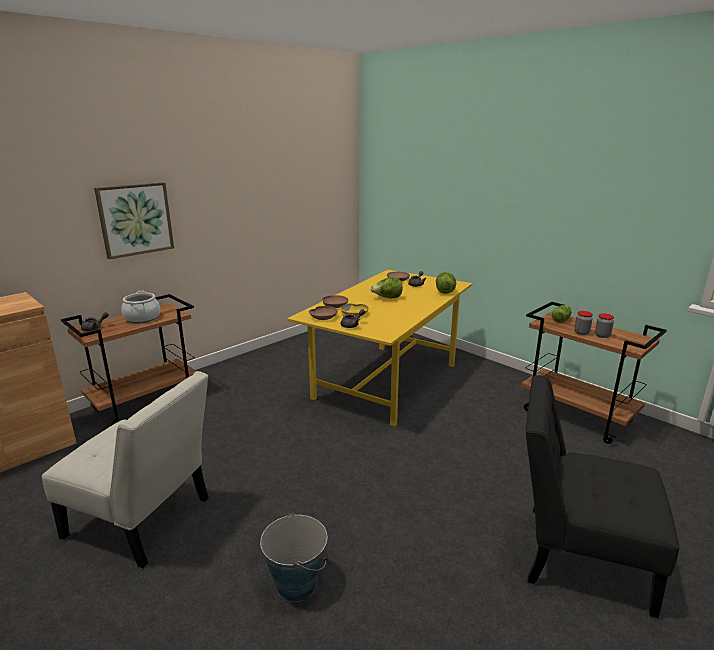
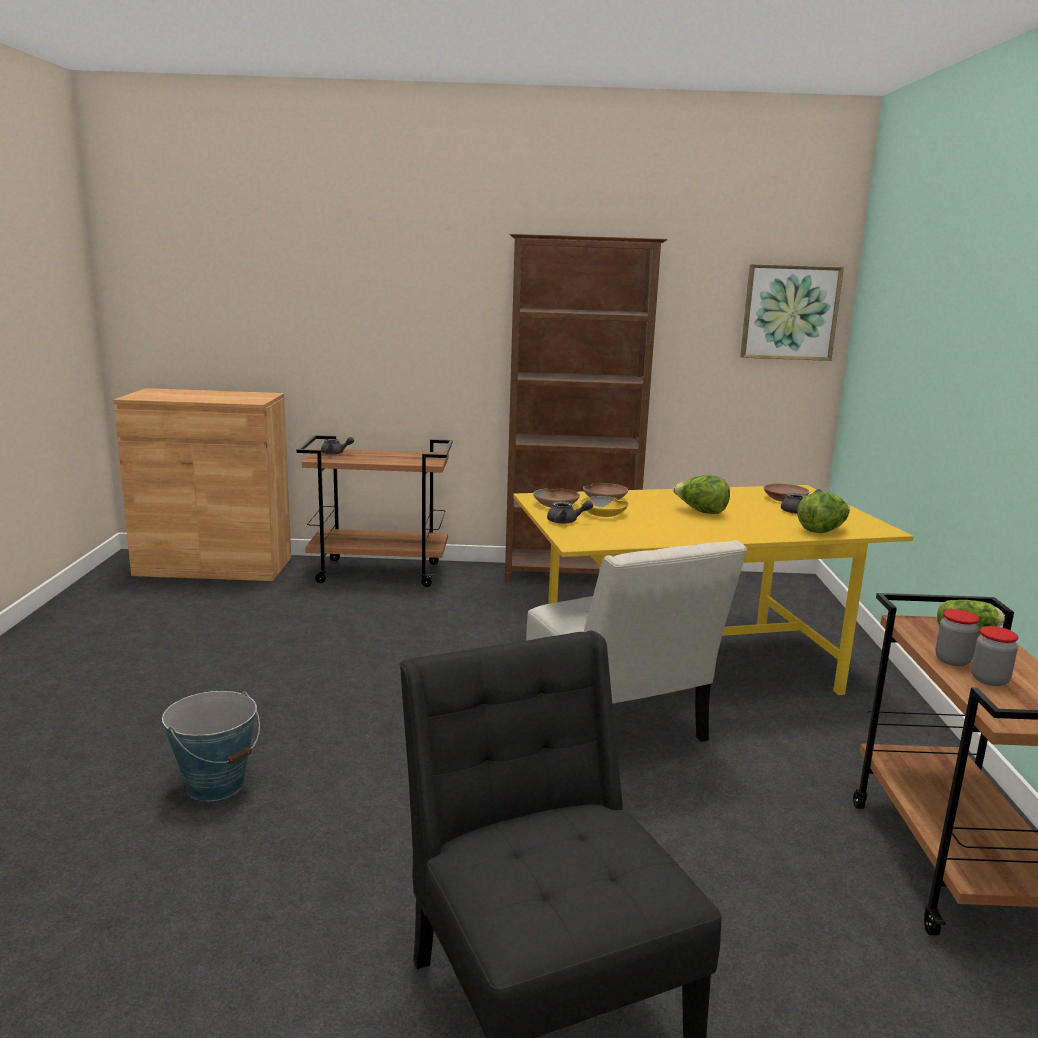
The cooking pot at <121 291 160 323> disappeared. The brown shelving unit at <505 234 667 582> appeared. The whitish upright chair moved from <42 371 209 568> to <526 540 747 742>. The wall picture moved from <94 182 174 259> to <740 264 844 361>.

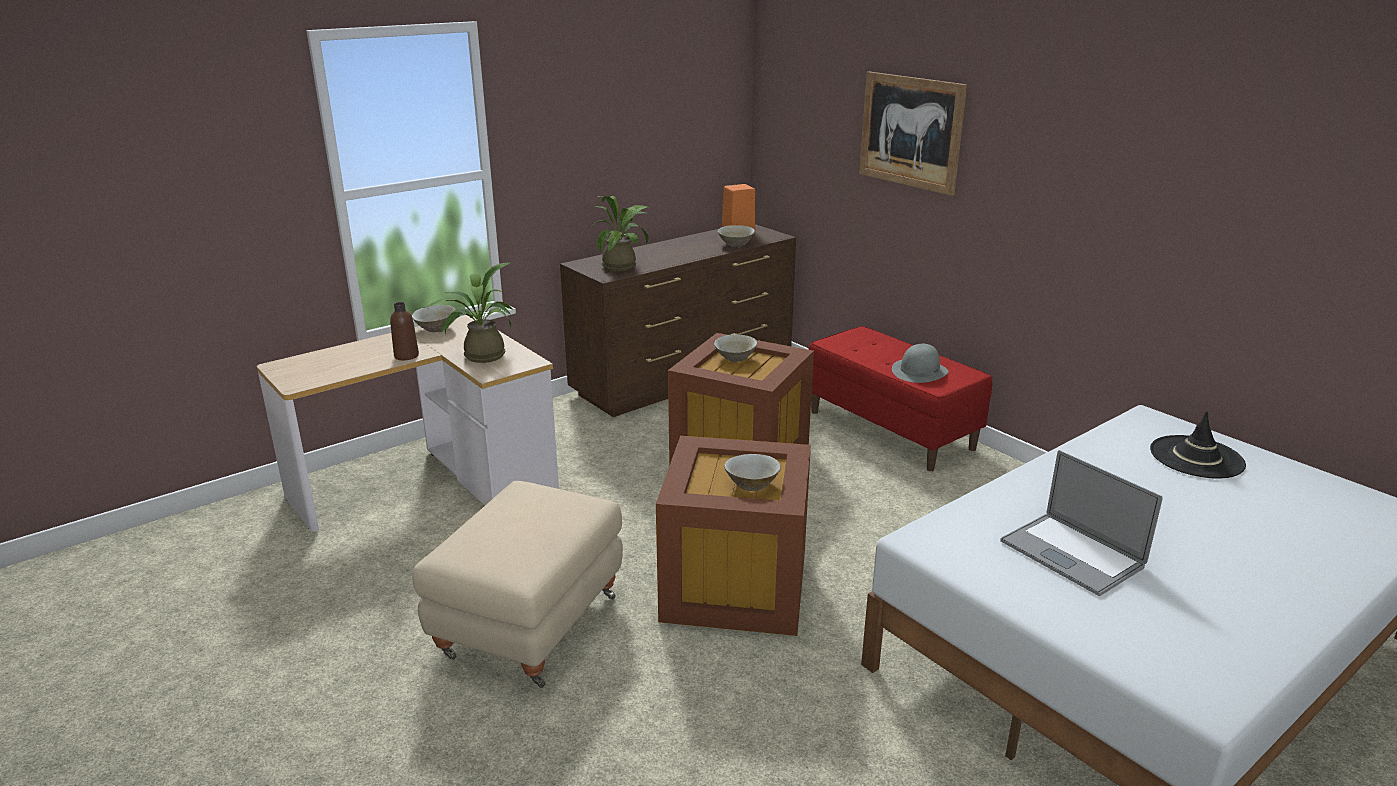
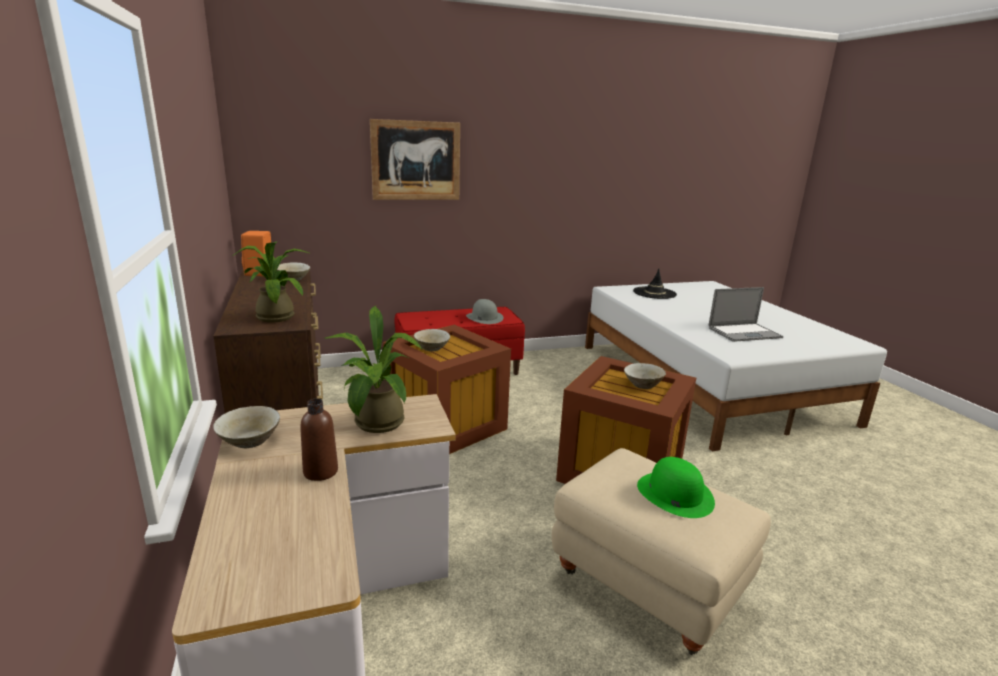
The green clothing hat at <637 457 715 518> appeared.

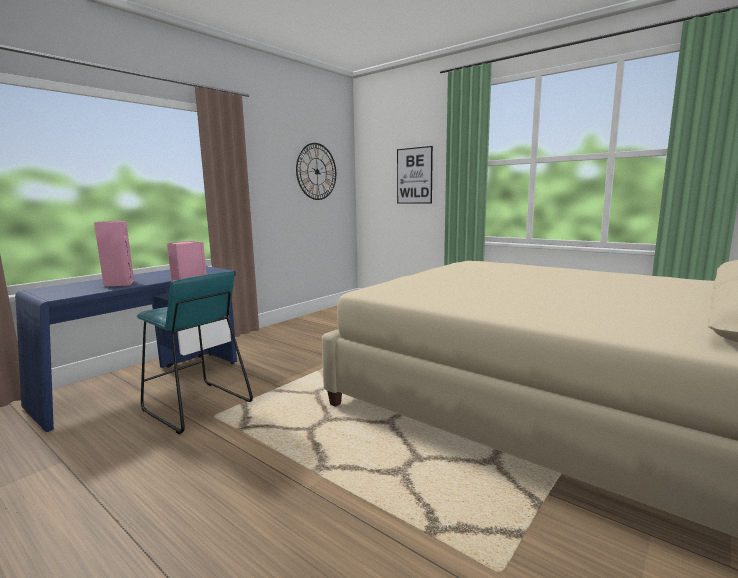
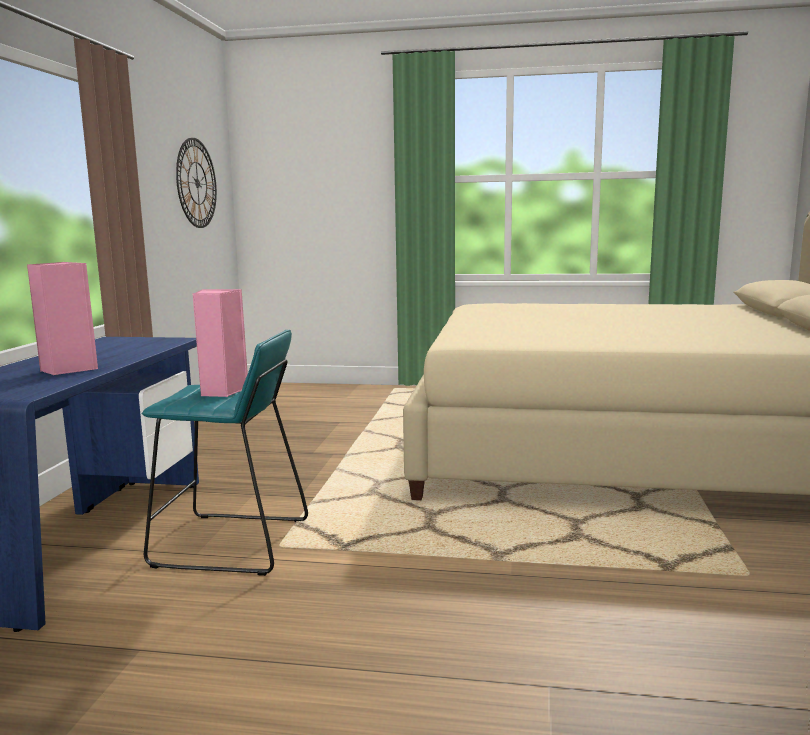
The wall picture at <397 146 433 204> disappeared.

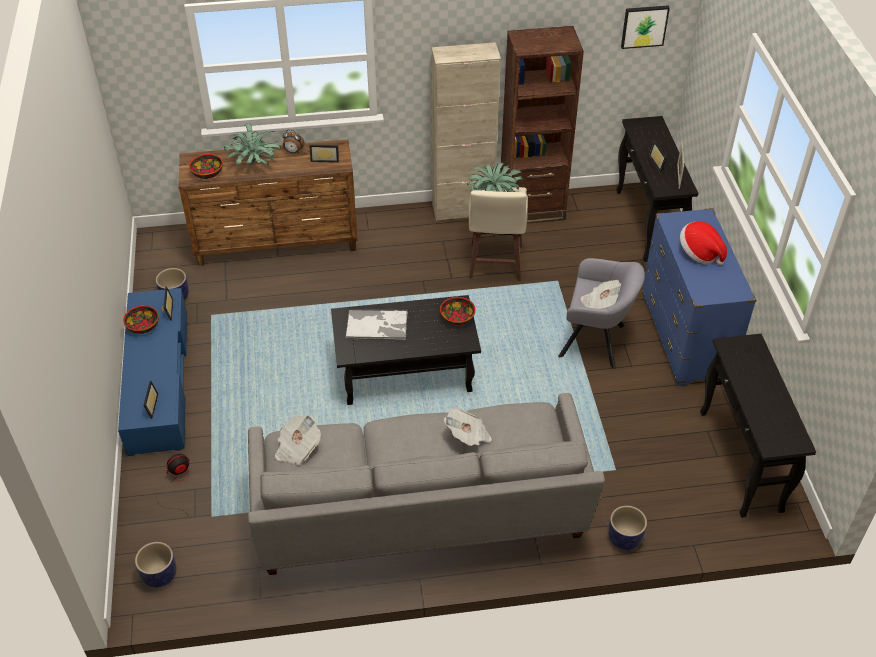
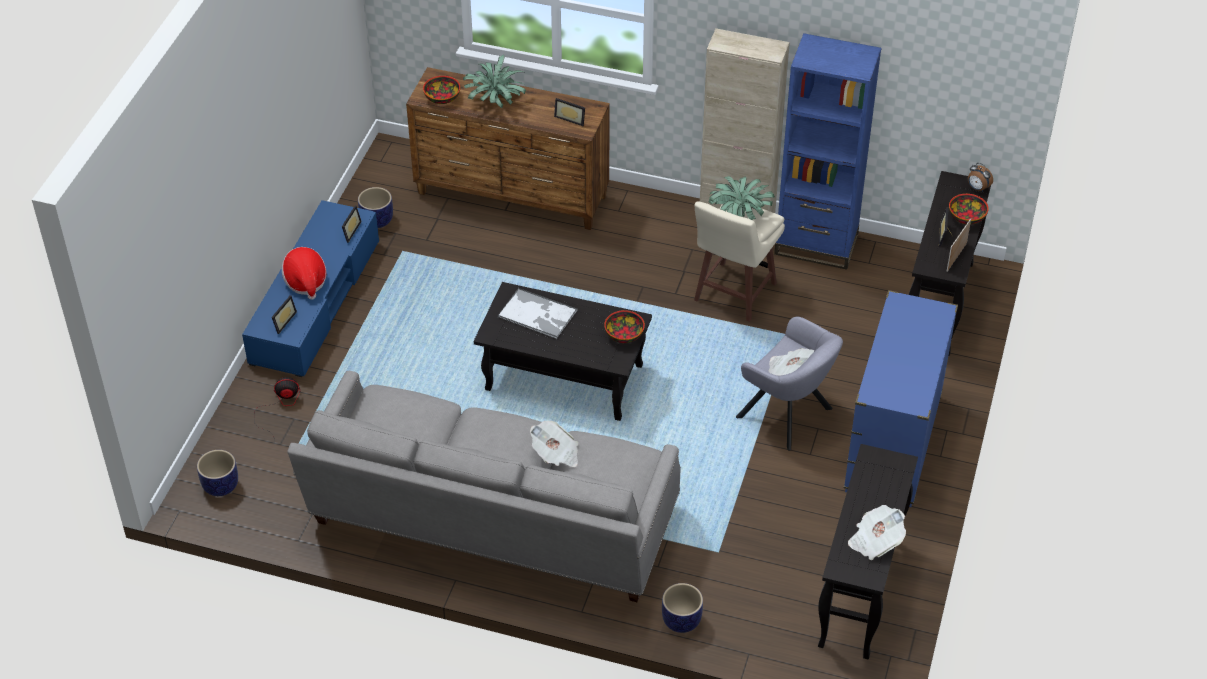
The wall picture at <621 6 670 49> disappeared. The bowl moved from <123 305 159 334> to <949 194 989 225>. The newspaper moved from <275 415 321 465> to <848 505 906 560>. The table clock moved from <282 129 305 153> to <968 163 993 192>. The clothing hat moved from <680 221 727 265> to <282 247 326 300>. The brown shelving unit at <500 26 584 223> became the blue-coloured shelving unit at <774 33 881 270>.

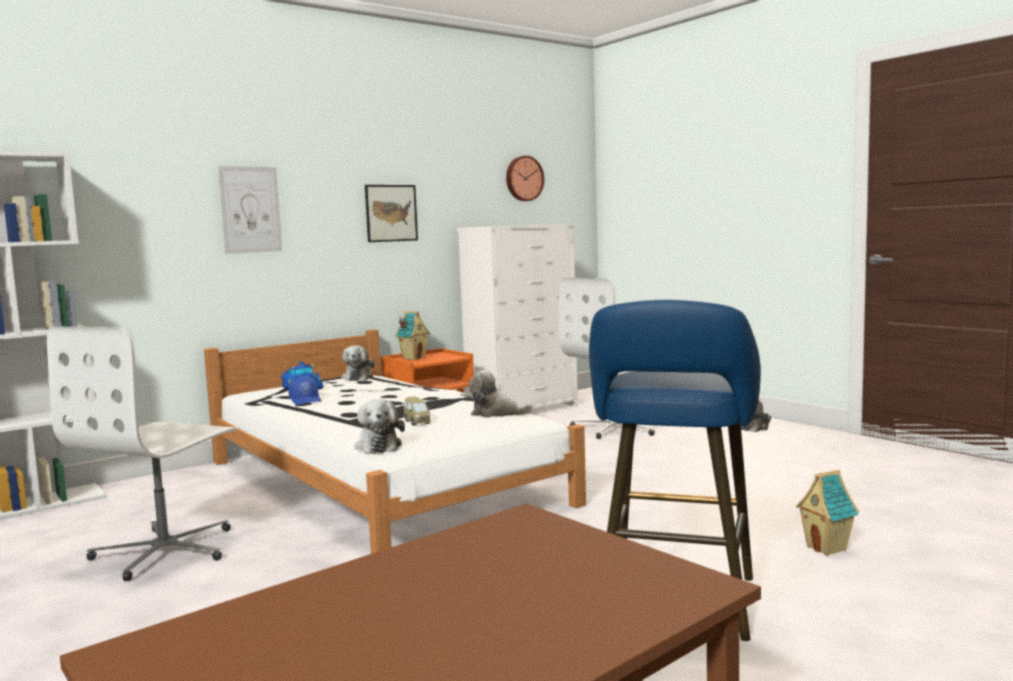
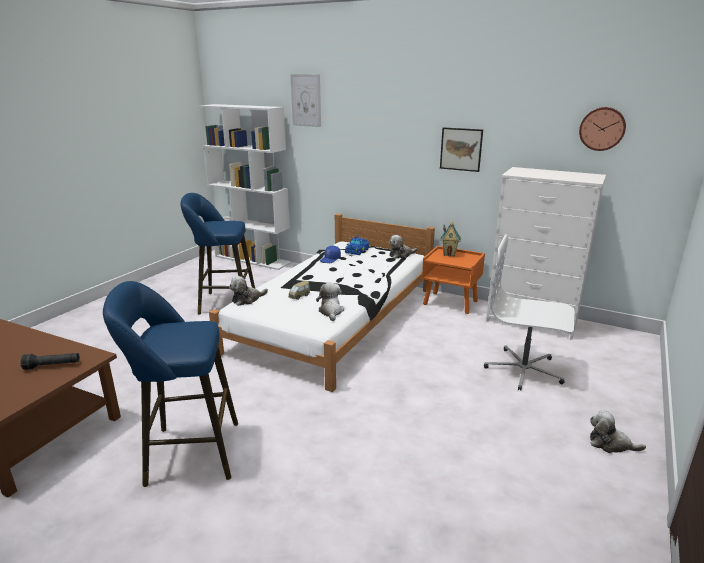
The miniature house at <796 469 859 556> disappeared. The blackish flashlight at <20 353 80 370> appeared. The wall picture moved from <218 166 282 254> to <291 74 321 127>. The whitish desk chair at <47 326 238 581> was replaced by the blue-coloured stool at <180 193 255 314>.

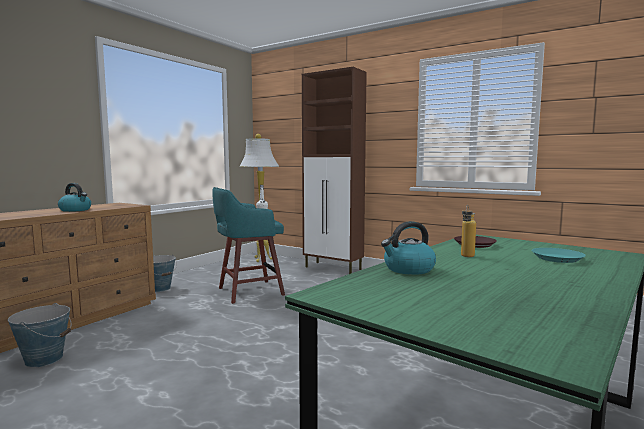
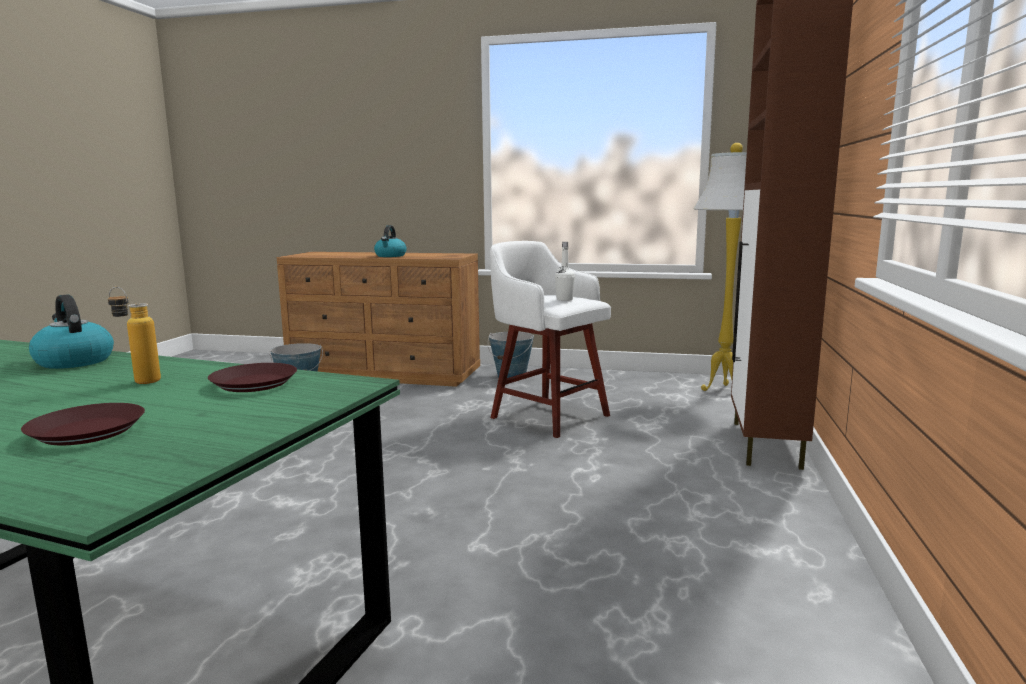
The turquoise stool at <212 187 285 304> became the whitish stool at <490 241 611 438>. The turquoise dinner plate at <531 248 586 263> became the brown dinner plate at <21 403 145 445>.

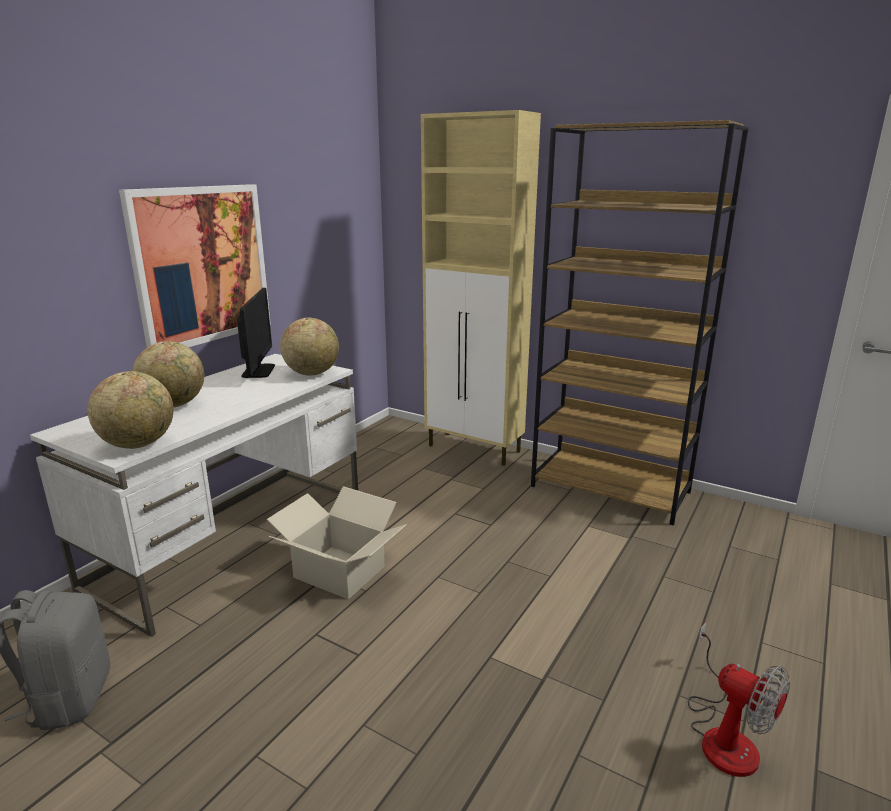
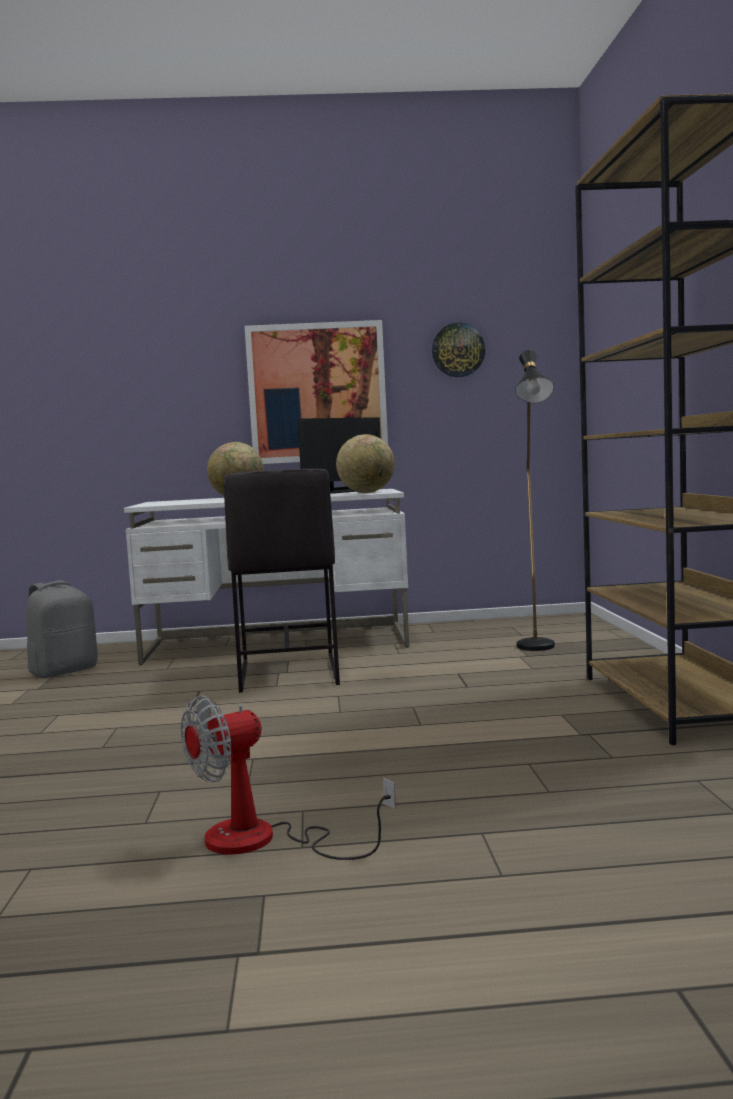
The desk globe at <88 371 174 449> disappeared. The beige storage cabinet at <421 110 541 466> disappeared. The wall clock at <432 323 485 377> appeared. The blackish standing lamp at <515 350 555 651> appeared. The packing box at <267 486 406 599> was replaced by the grey stool at <224 469 340 693>. The fan at <688 623 790 777> turned 45 degrees clockwise.

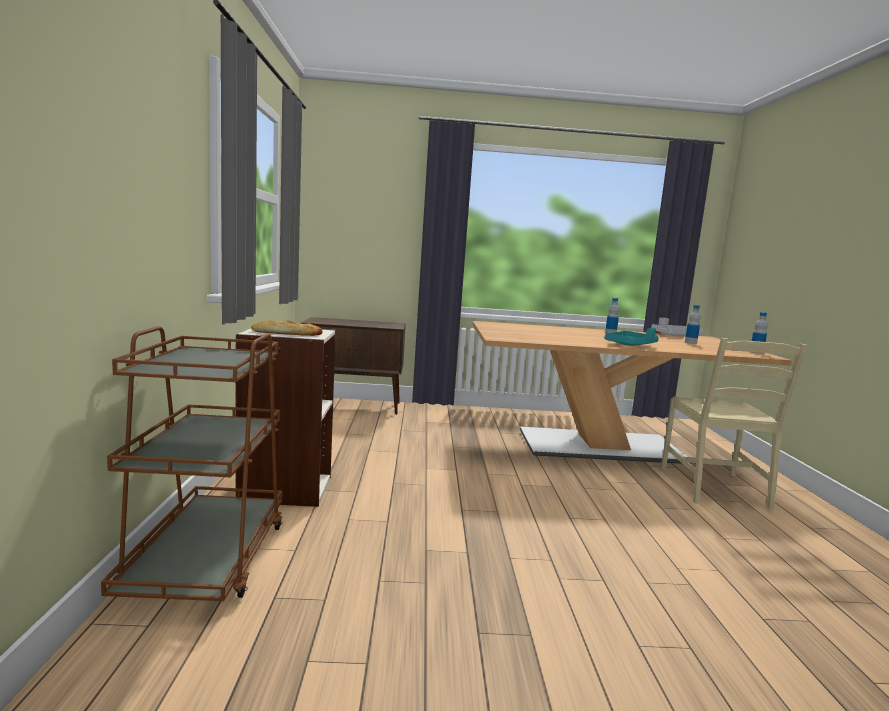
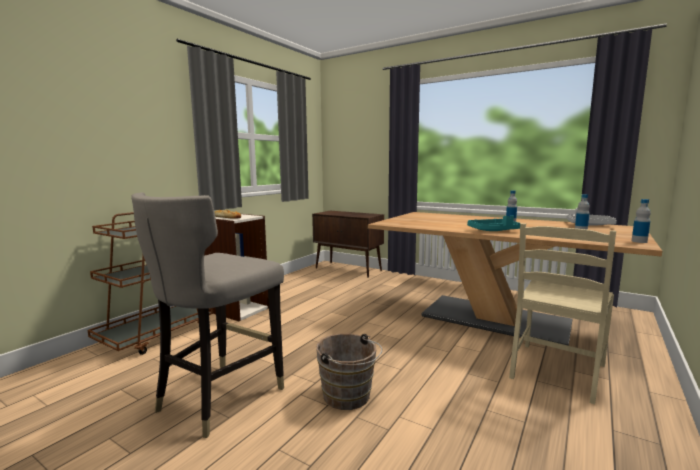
The grey stool at <131 192 284 438> appeared. The brown water bucket at <316 334 382 410> appeared.

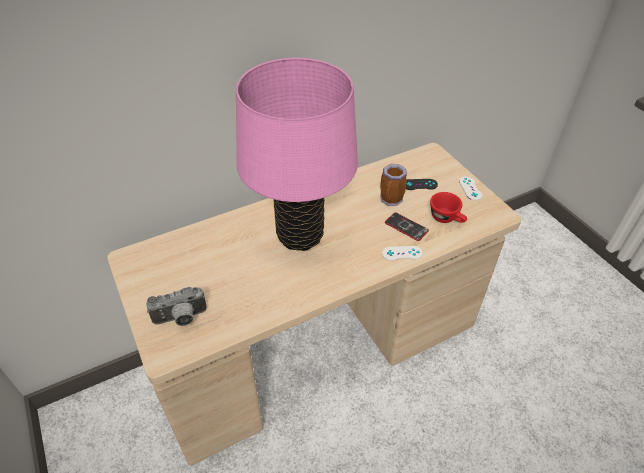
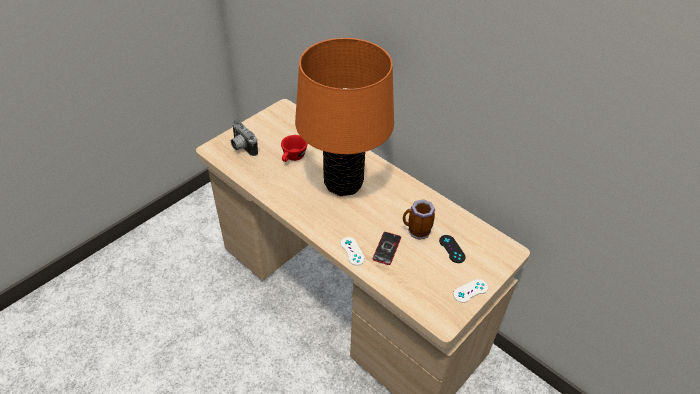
The reddish small cup moved from <430 192 467 223> to <281 135 307 162>. The pink-coloured lamp for a table at <236 58 358 251> became the orange lamp for a table at <295 38 394 196>.

